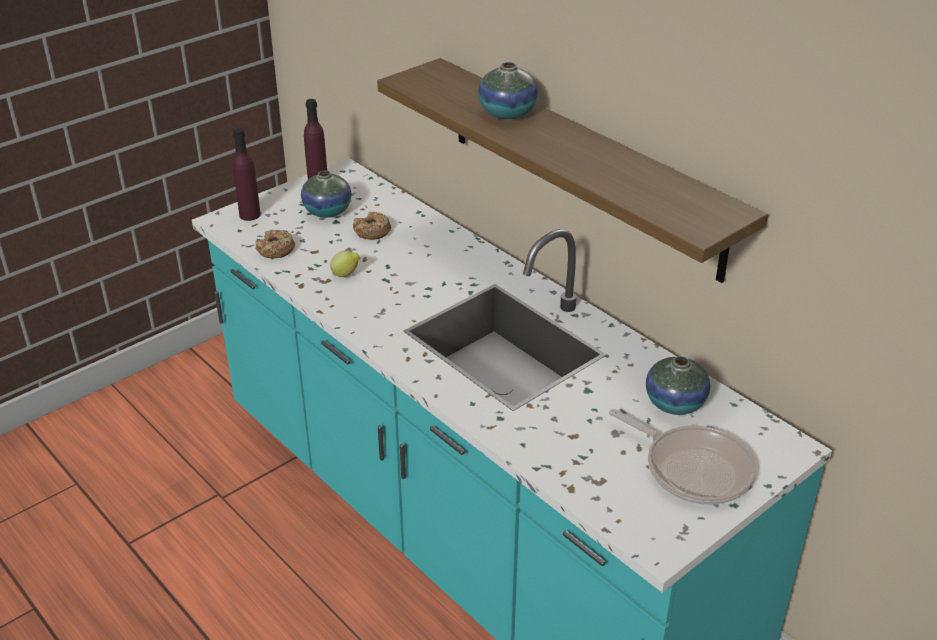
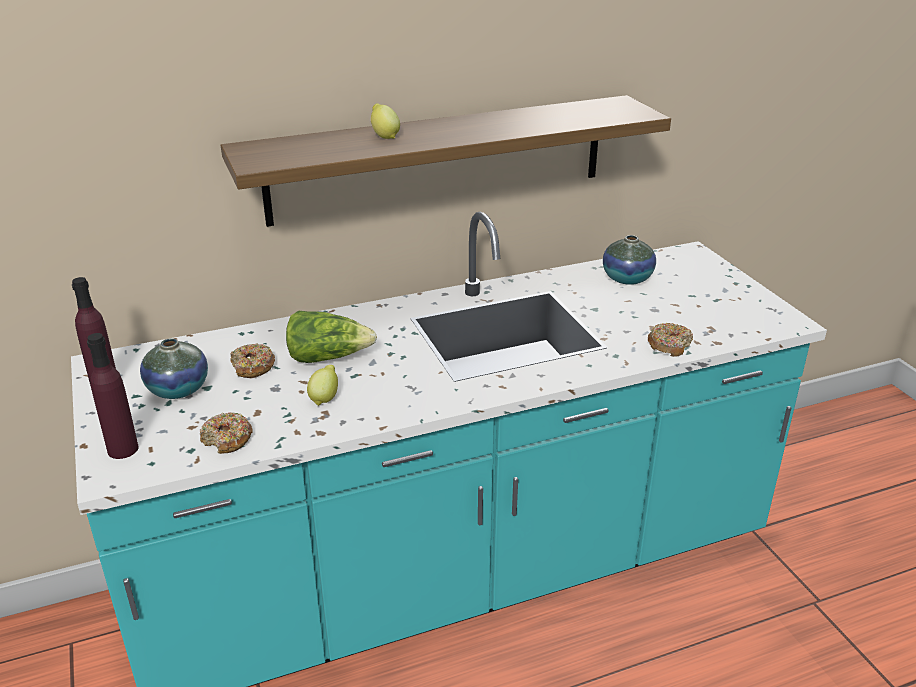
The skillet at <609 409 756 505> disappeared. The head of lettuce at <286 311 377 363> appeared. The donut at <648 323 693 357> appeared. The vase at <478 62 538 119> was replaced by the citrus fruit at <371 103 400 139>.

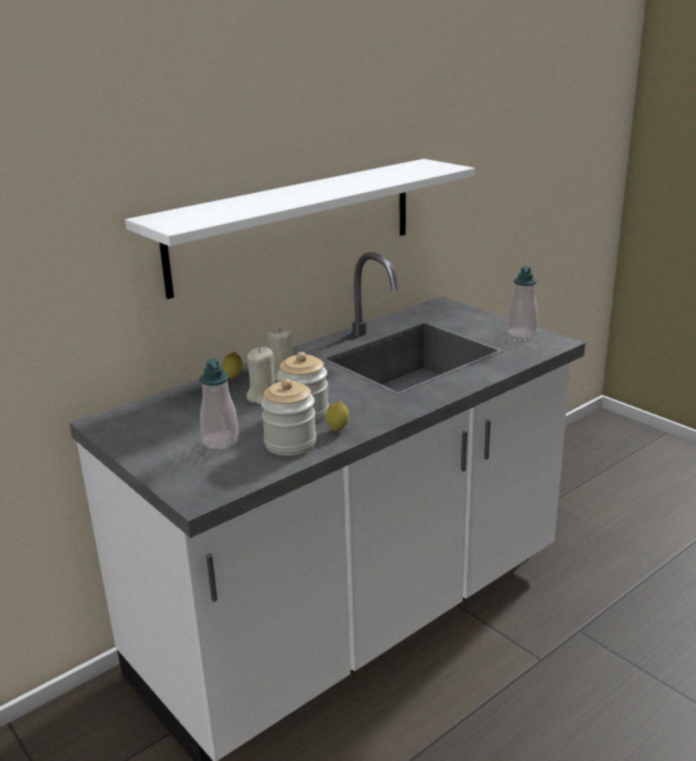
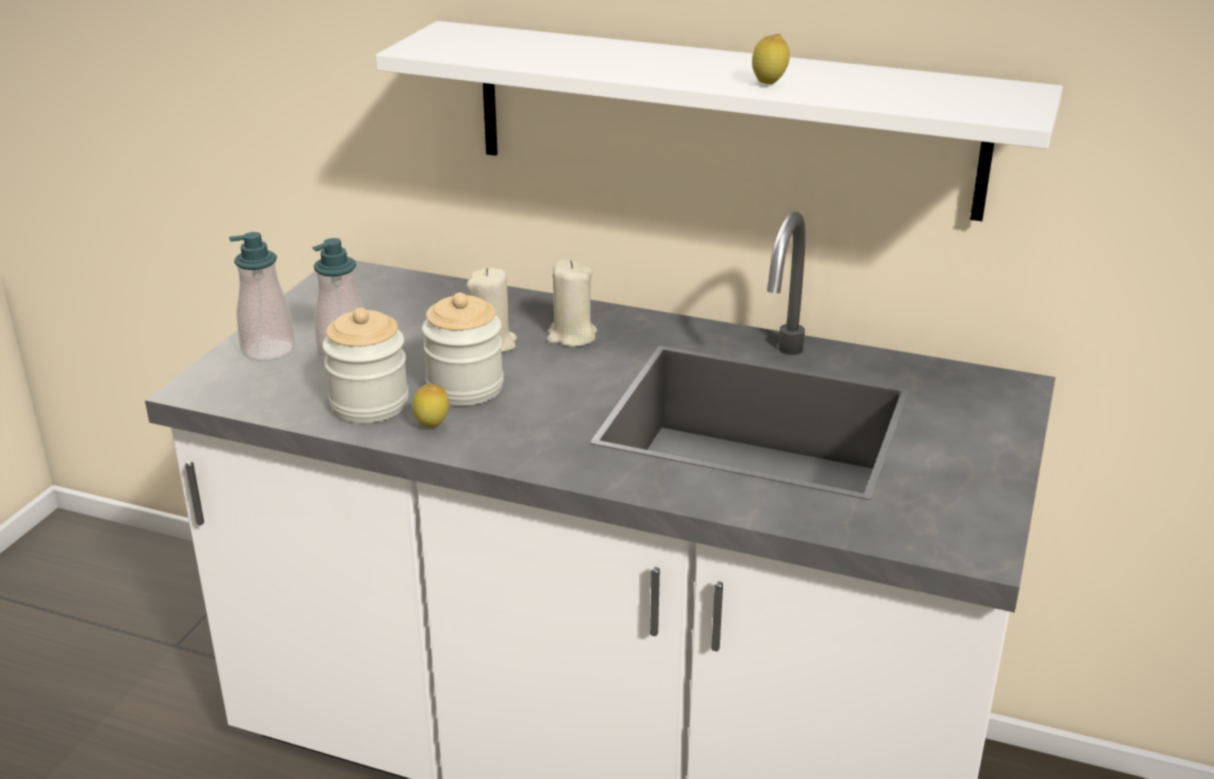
The citrus fruit moved from <222 352 243 379> to <752 34 790 84>. The soap bottle moved from <507 266 538 338> to <229 232 295 361>.

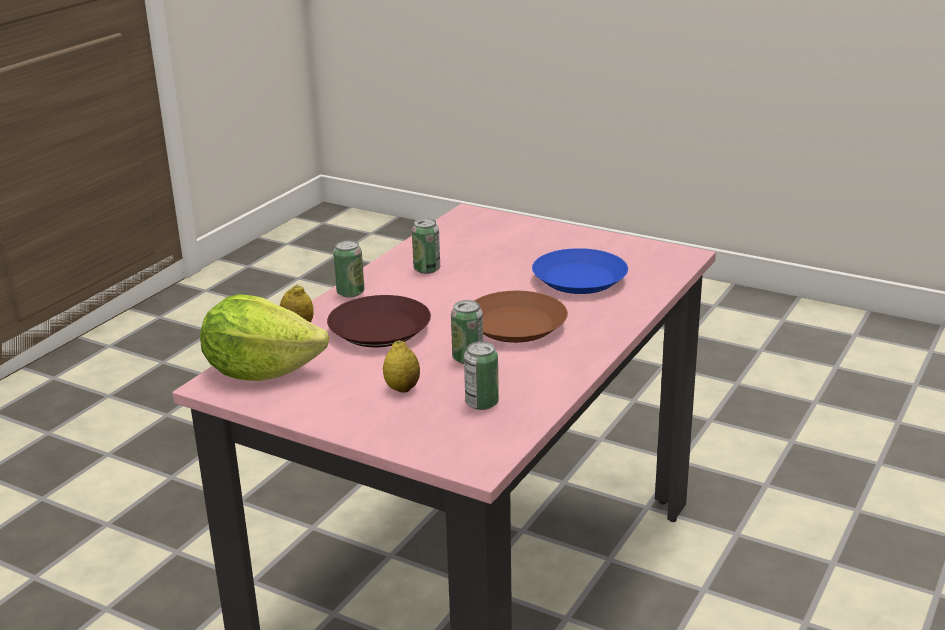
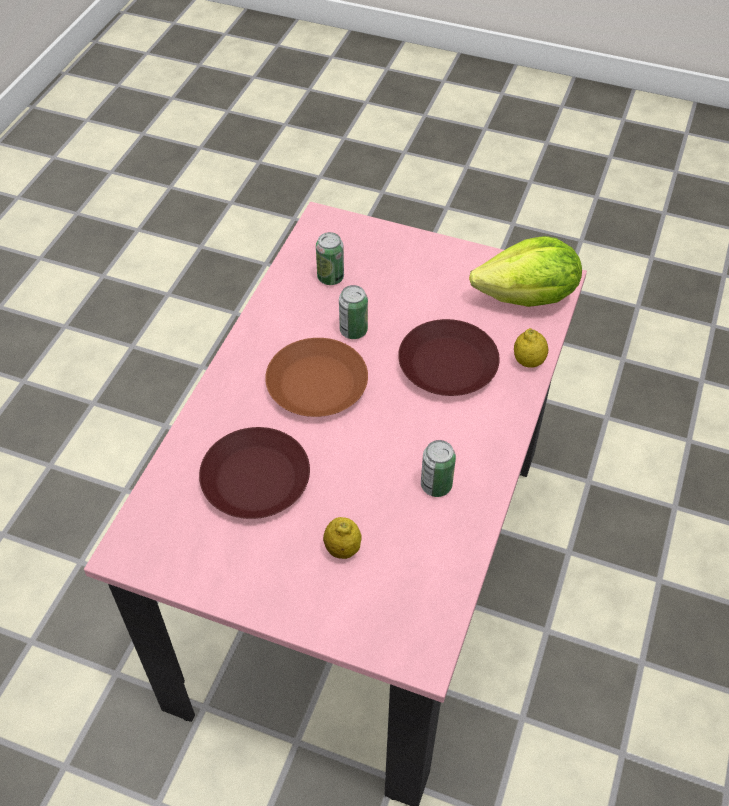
The sealed can at <333 240 364 298> disappeared. The citrus fruit moved from <383 341 420 393> to <323 517 362 559>. The blue-coloured dinner plate at <532 248 628 294> became the brown dinner plate at <199 427 310 519>.

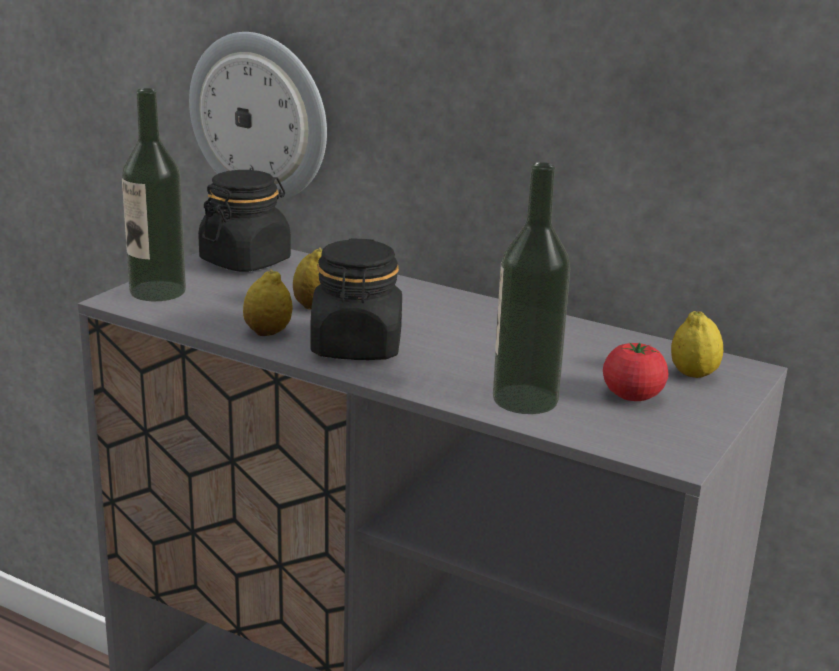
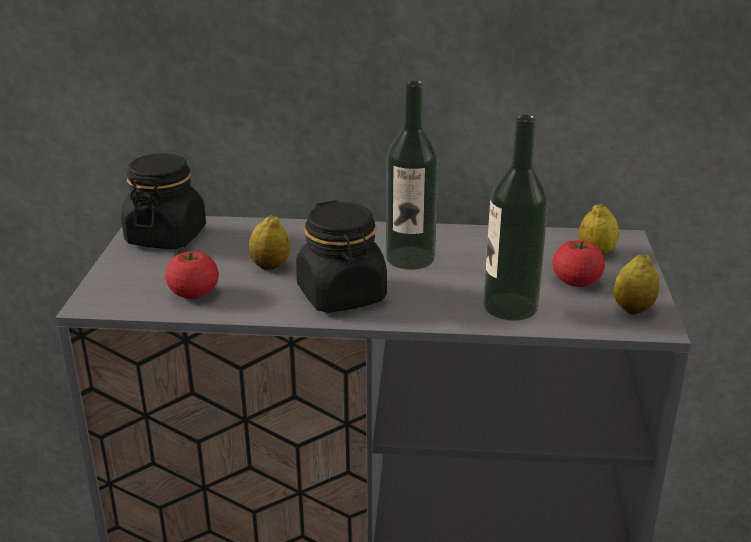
The wall clock at <189 32 327 201> disappeared. The whole tomato at <165 250 219 299> appeared. The bottle moved from <122 88 186 301> to <386 81 439 270>. The citrus fruit moved from <243 269 293 336> to <613 254 660 315>.

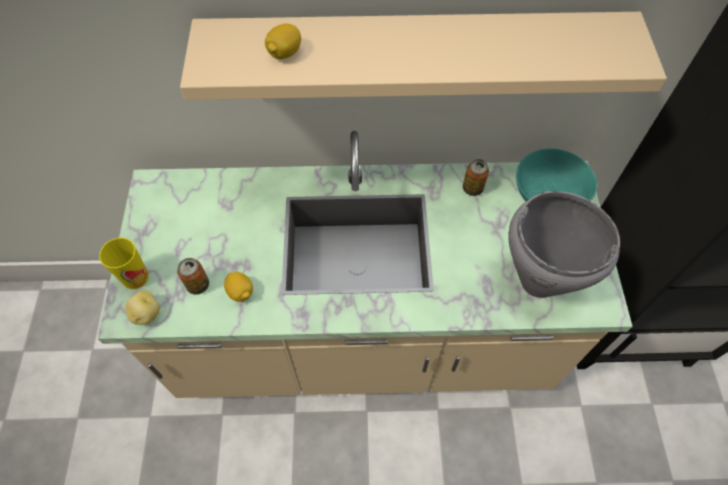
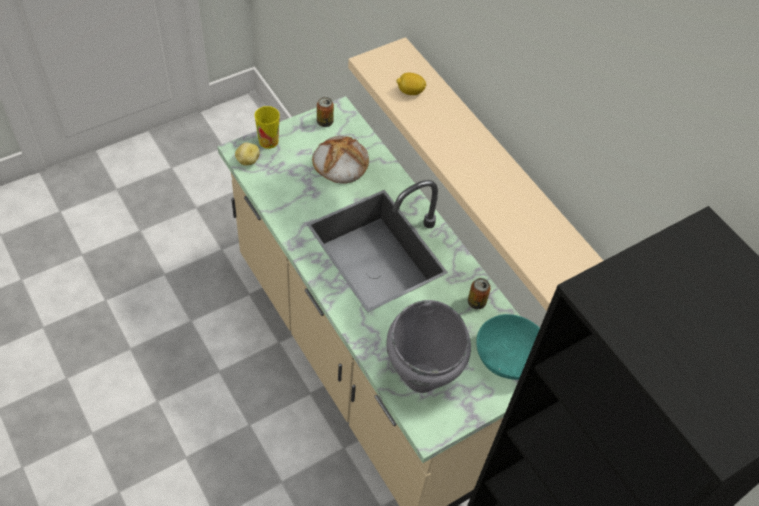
The citrus fruit at <224 272 253 302> disappeared. The baked bread at <312 136 369 184> appeared. The sealed can moved from <177 258 209 295> to <317 97 334 127>.

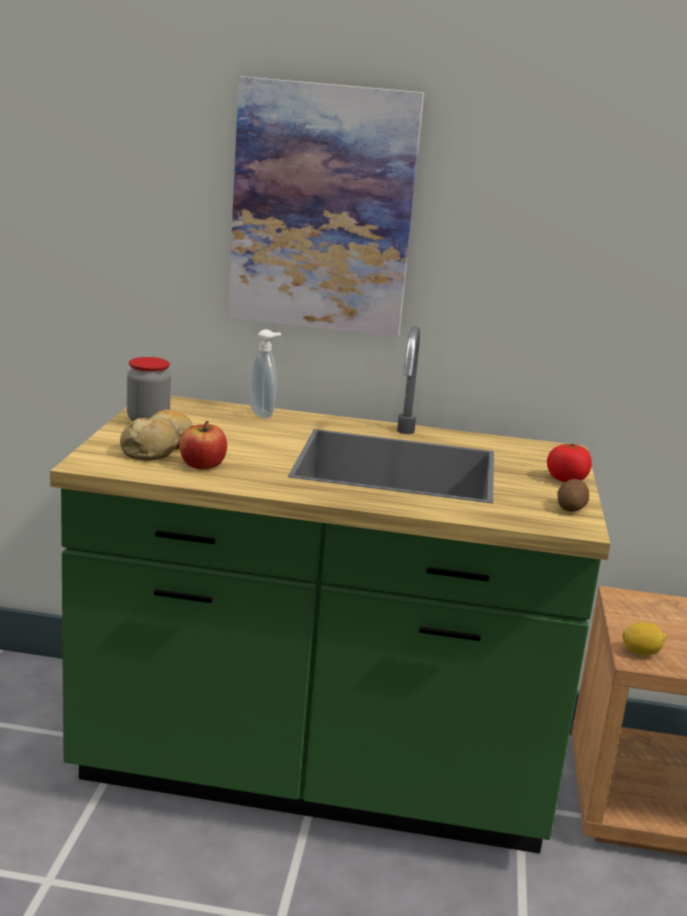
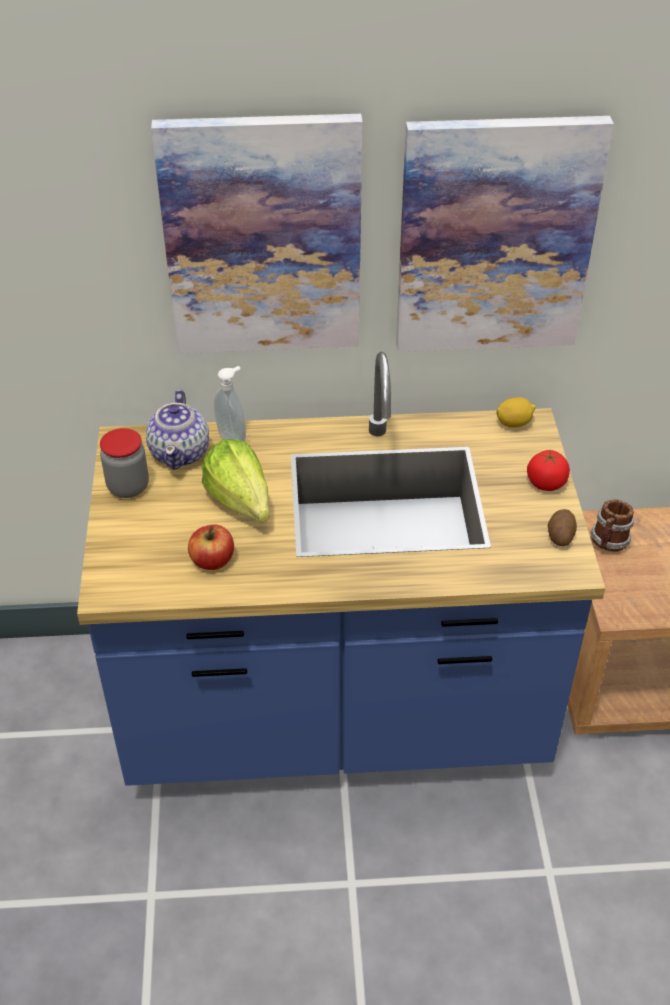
The baked bread at <120 409 193 461> disappeared. The tea pot at <146 390 209 470> appeared. The head of lettuce at <202 439 269 523> appeared. The wall picture at <396 116 614 352> appeared. The coffee mug at <590 499 634 552> appeared. The citrus fruit moved from <622 622 667 656> to <496 397 536 428>. The green kitchen counter at <50 326 610 853> became the blue-coloured kitchen counter at <77 352 605 786>.

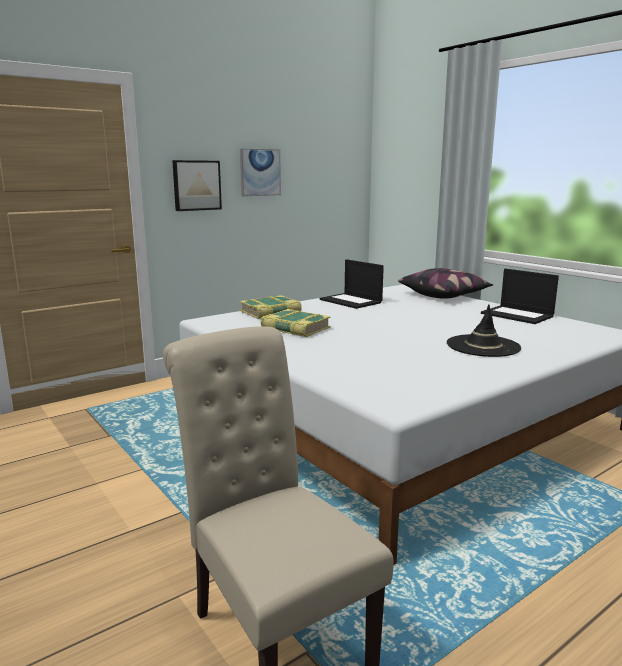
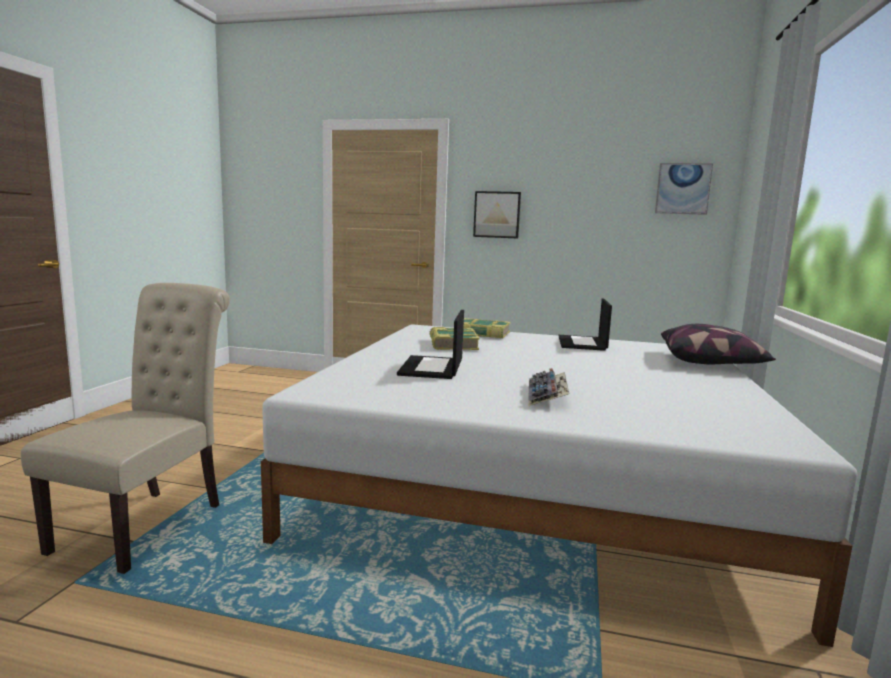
The wall picture moved from <240 148 281 196> to <655 163 713 215>. The notebook computer moved from <481 269 559 324> to <397 310 464 379>. The blackish clothing hat at <447 305 521 357> was replaced by the keyboard at <528 368 569 406>.

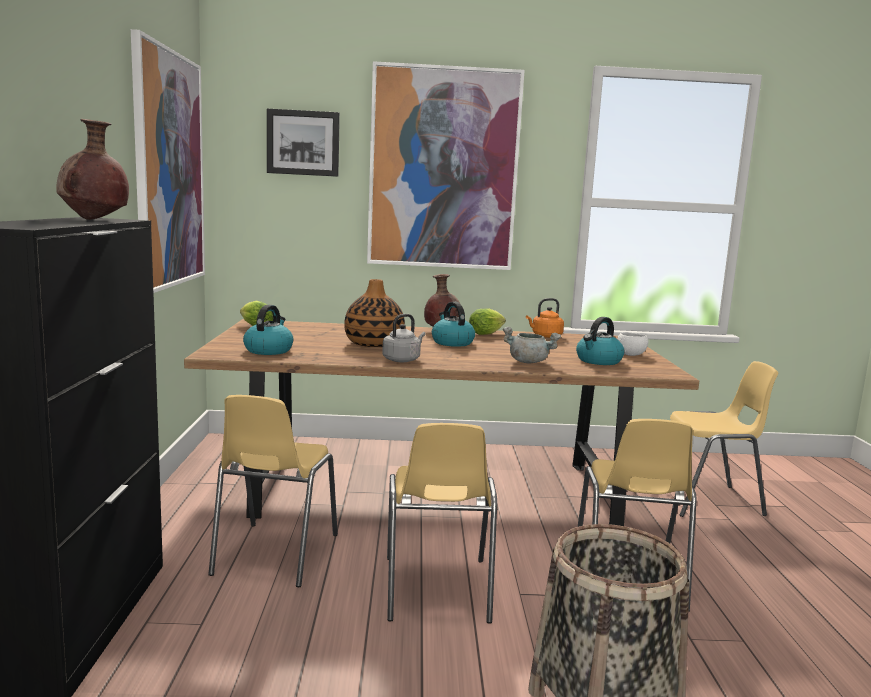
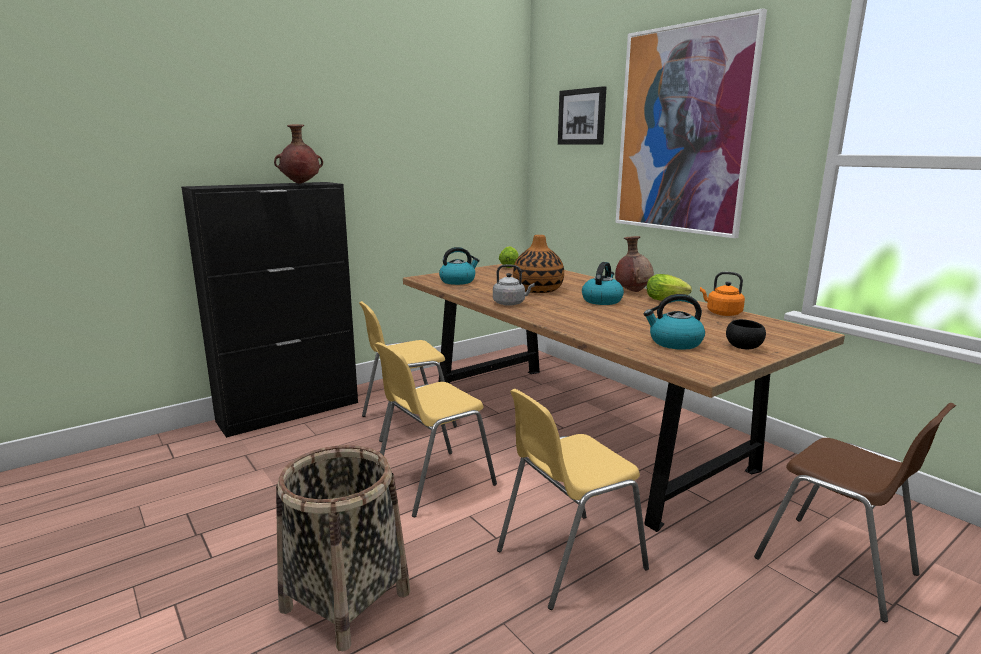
The wall picture at <131 29 205 293> disappeared. The grey cooking pot at <503 327 561 363> disappeared. The whitish bowl at <617 332 648 356> became the blackish bowl at <726 319 766 349>. The yellow upright chair at <670 361 778 517> became the brown upright chair at <754 403 956 622>.

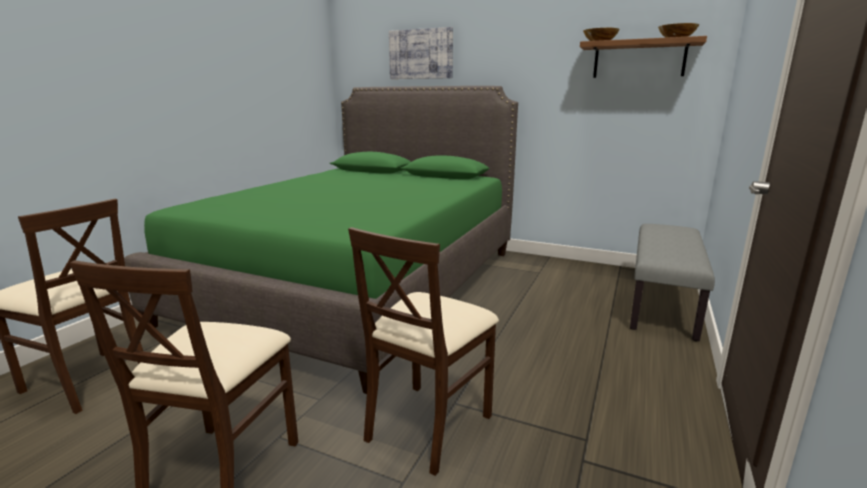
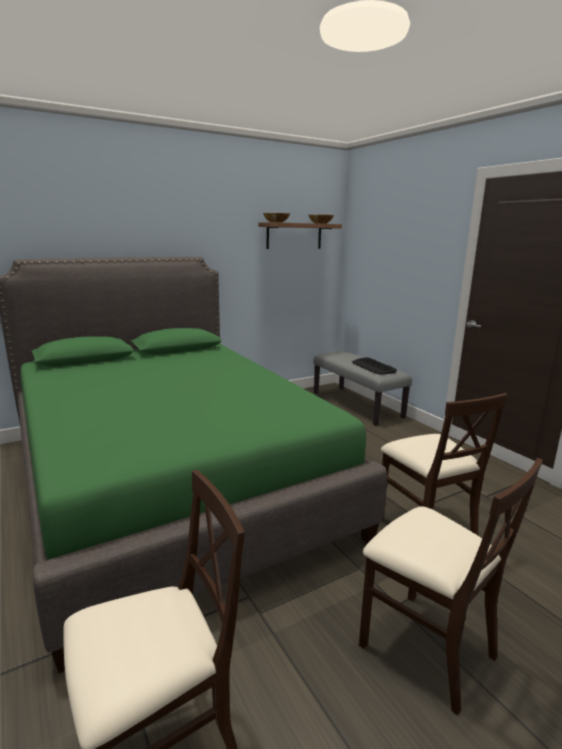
The wall picture at <389 27 453 79> disappeared. The keyboard at <352 357 397 375> appeared.

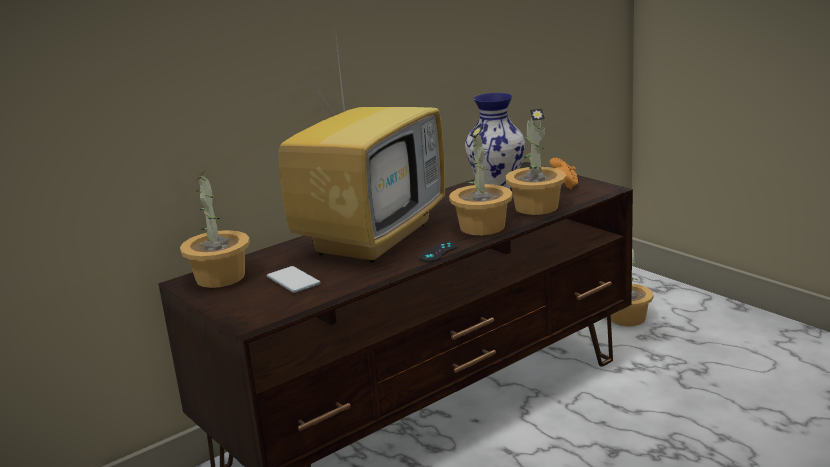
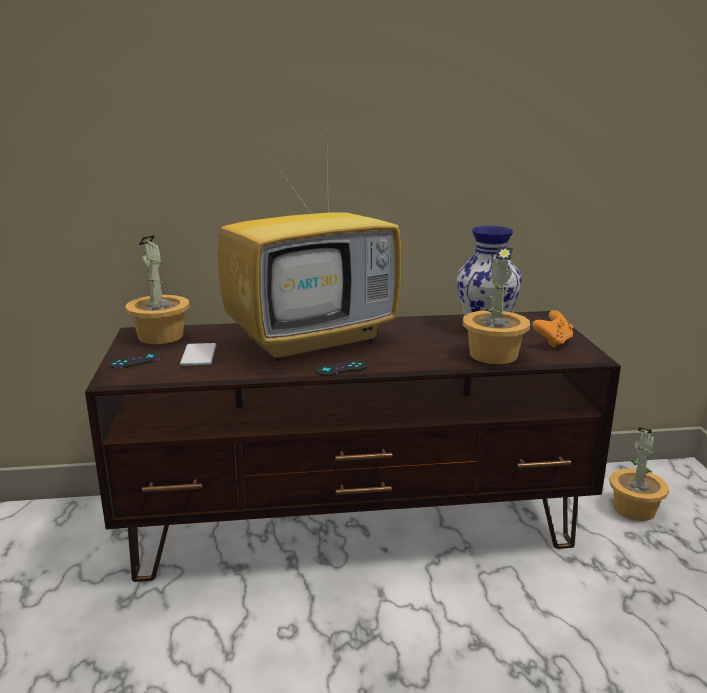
The potted plant at <449 125 513 235> disappeared. The blackish joypad at <108 352 161 369> appeared.

